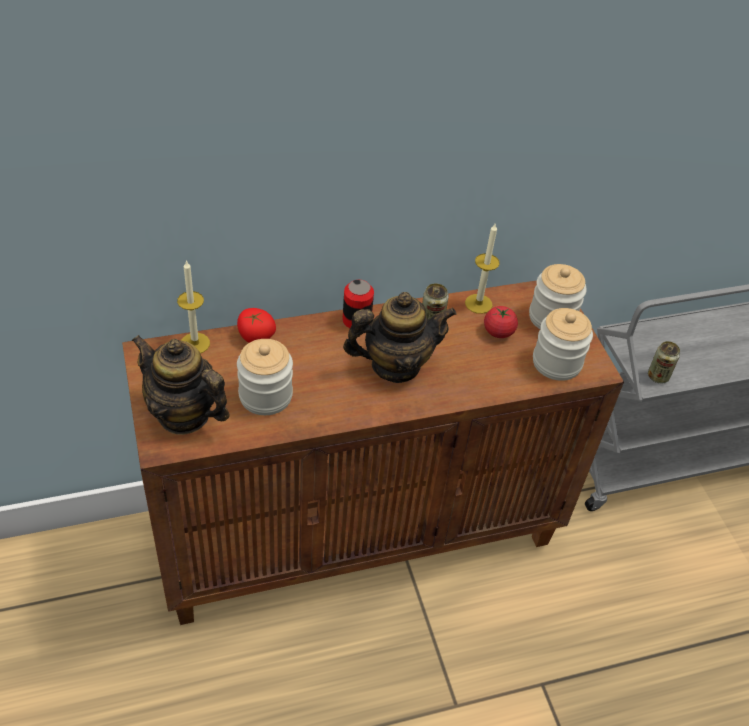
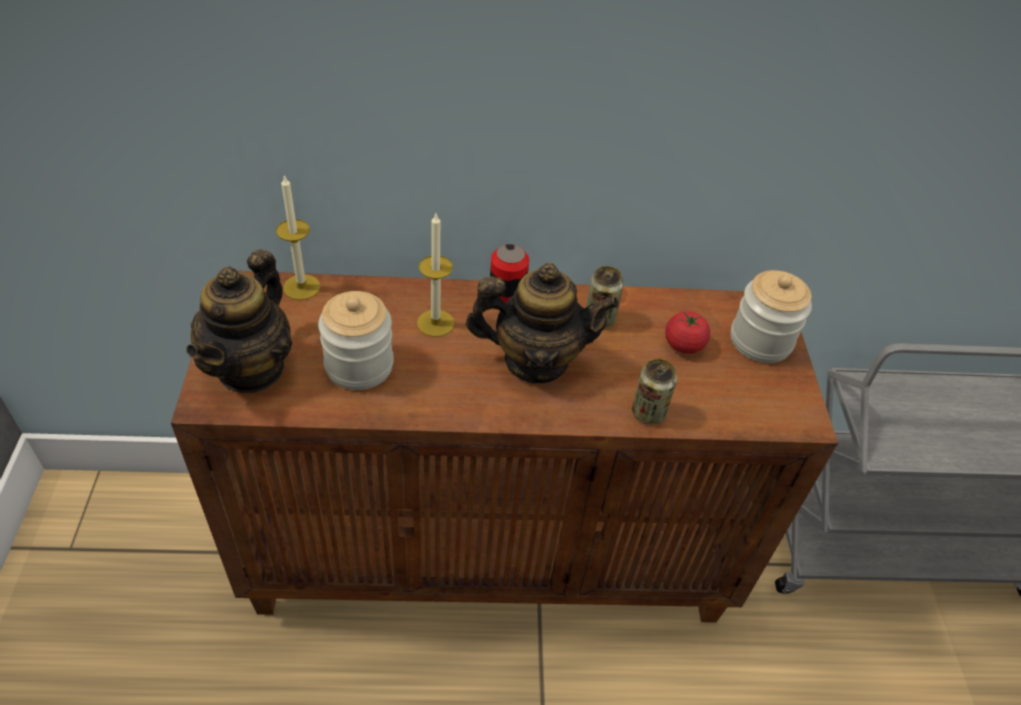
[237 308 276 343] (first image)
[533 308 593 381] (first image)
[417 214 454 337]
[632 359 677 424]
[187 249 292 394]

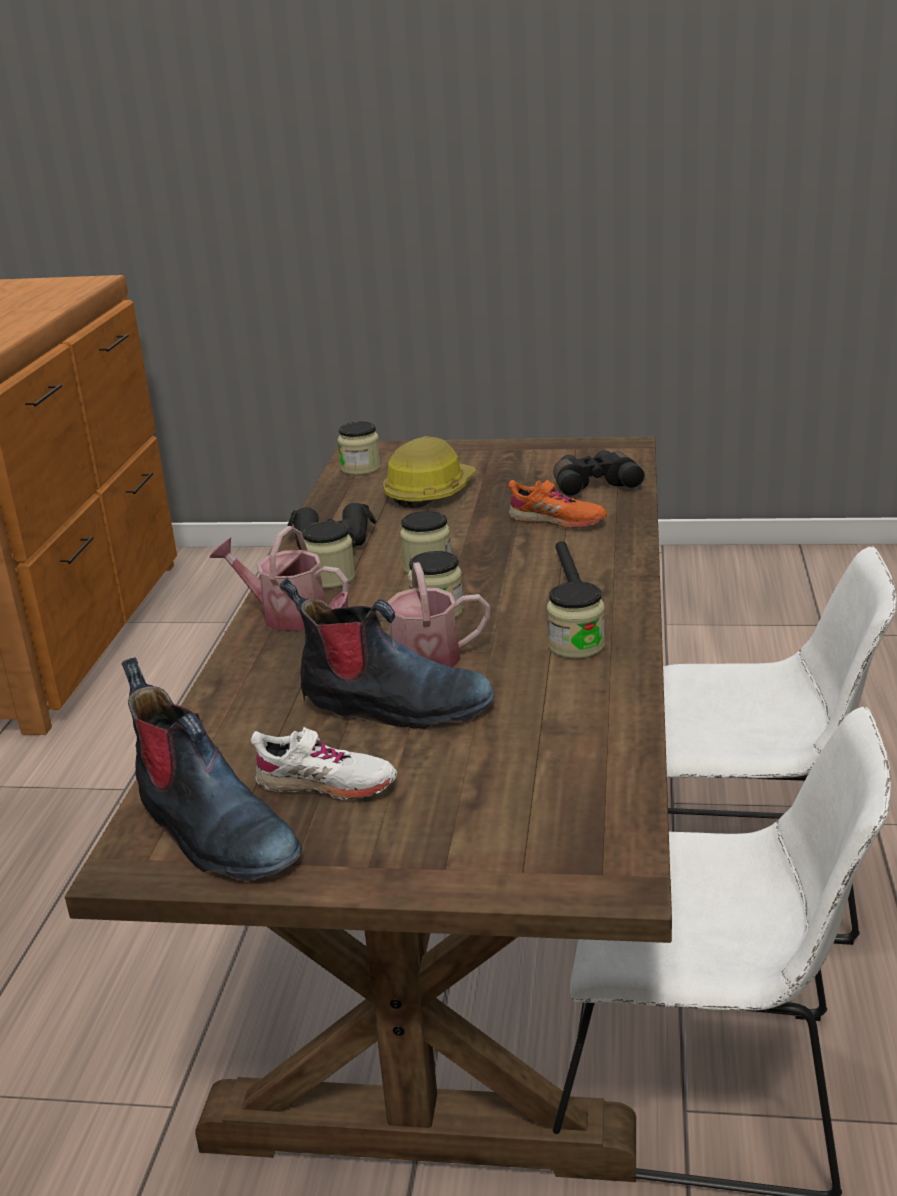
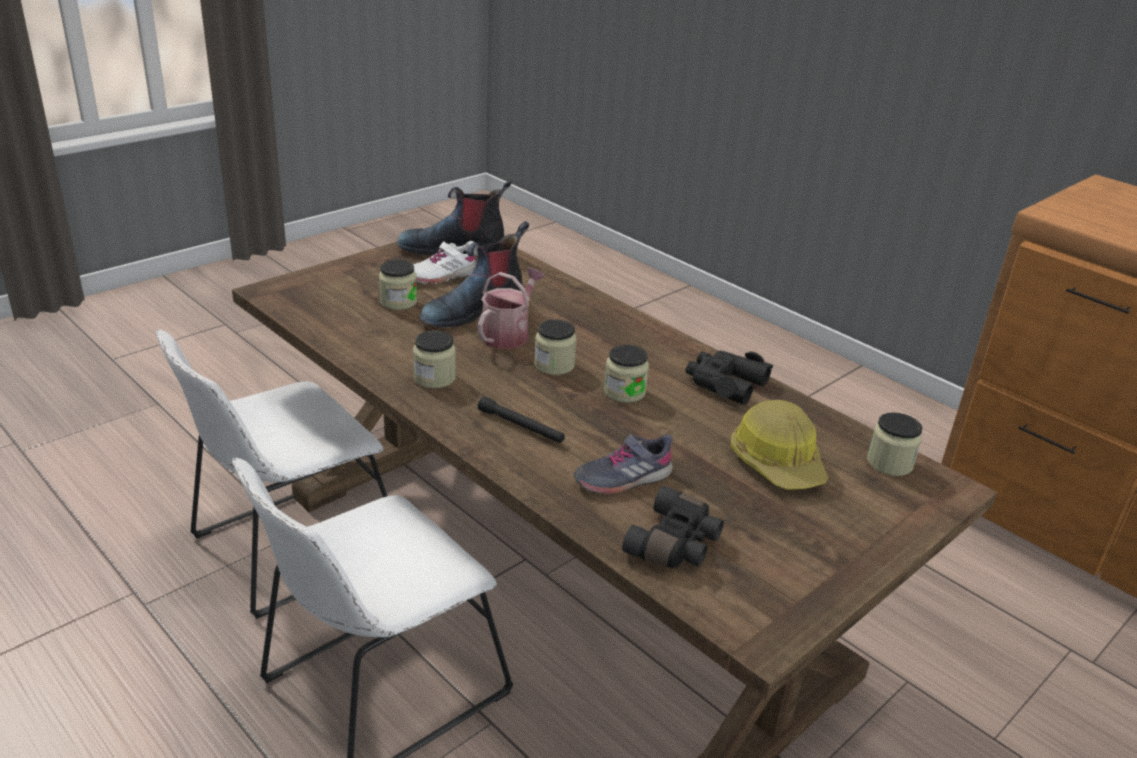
[209 526 349 631] (first image)
[379 259 417 310]
[574 434 673 495]

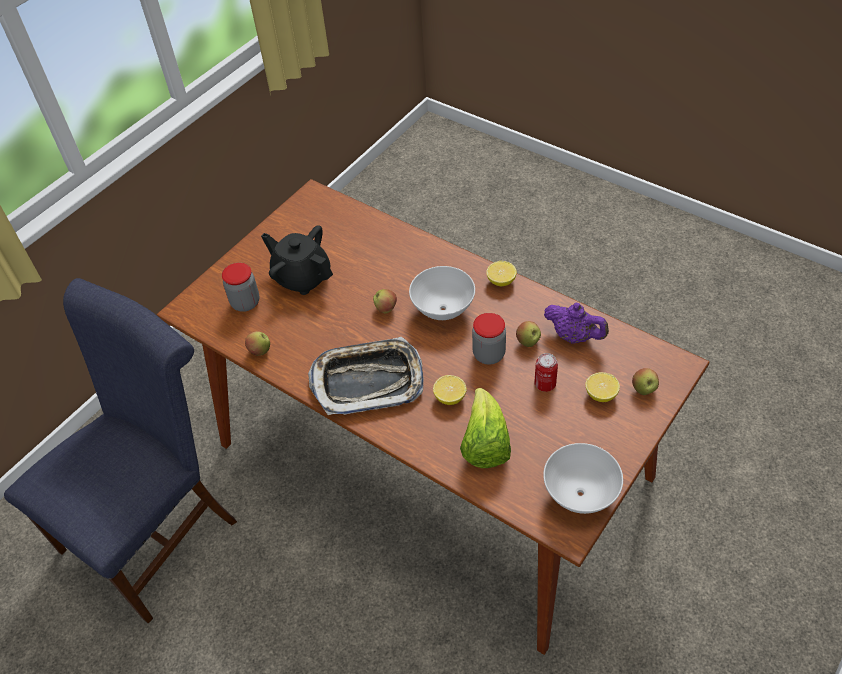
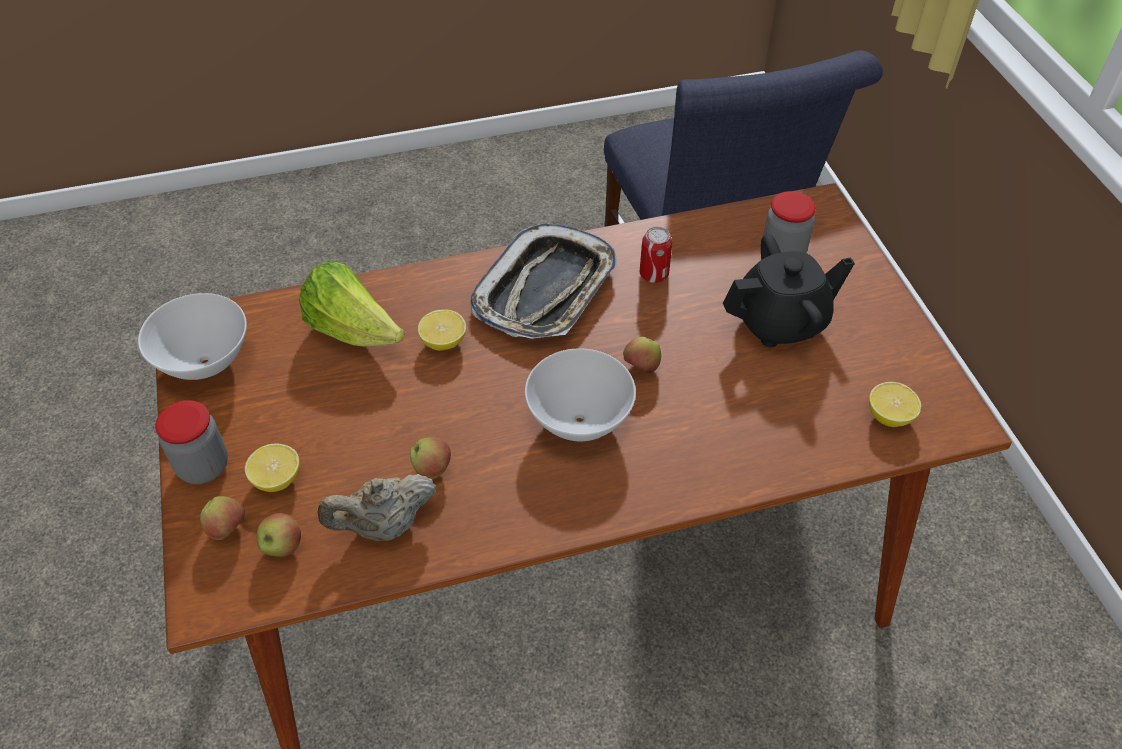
[256 513 301 557]
[155 400 228 484]
[869 382 921 427]
[640 227 672 283]
[318 474 436 541]

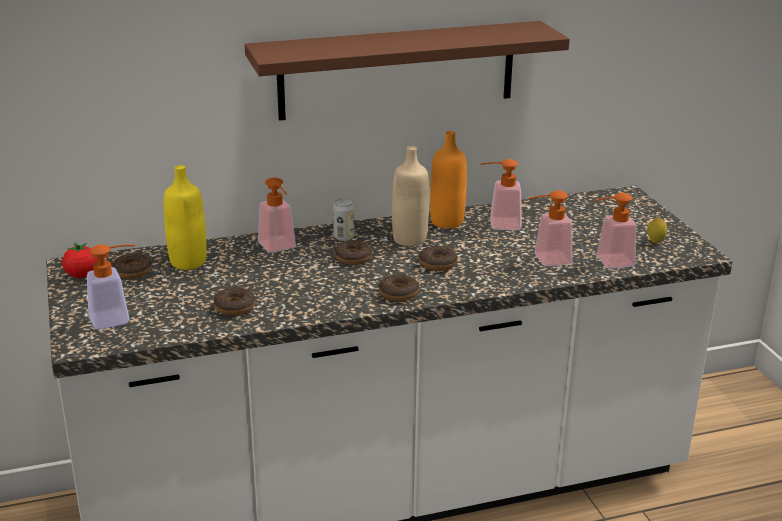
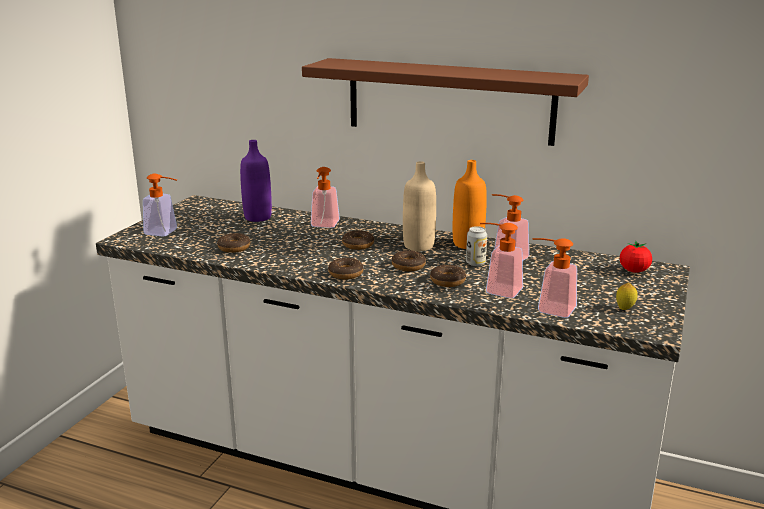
[620 241 652 273]
[430 265 466 287]
[466 226 487 266]
[240 140 272 222]

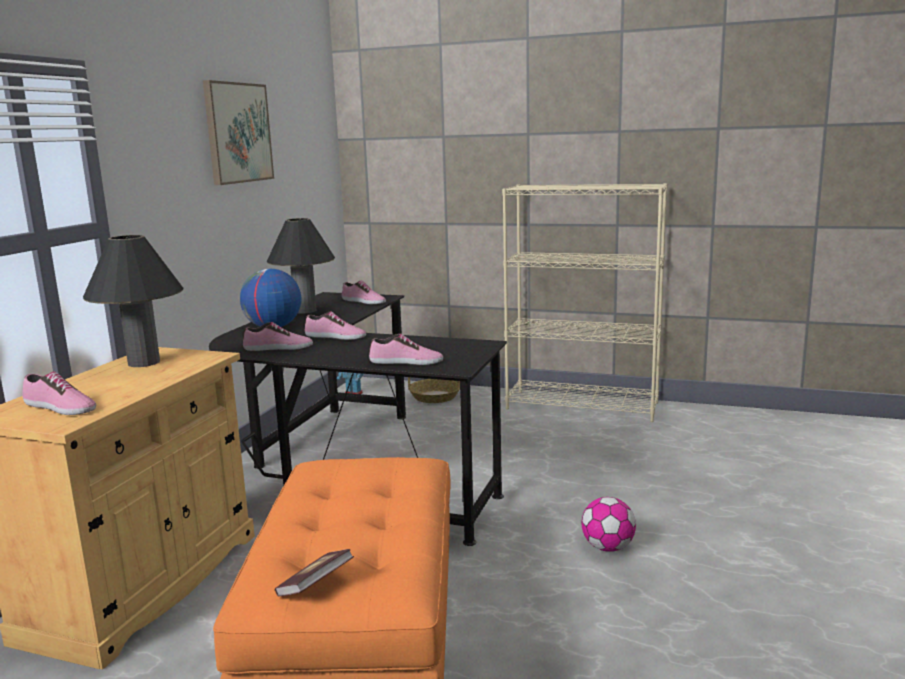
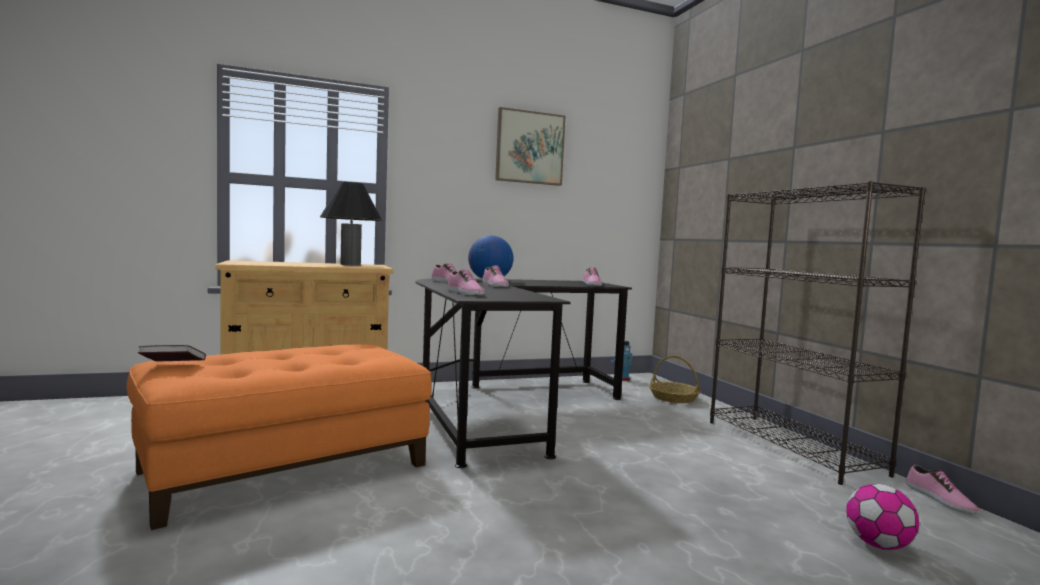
[267 218 335 313] (first image)
[906 465 980 515]
[846 484 919 550]
[710 181 926 485]

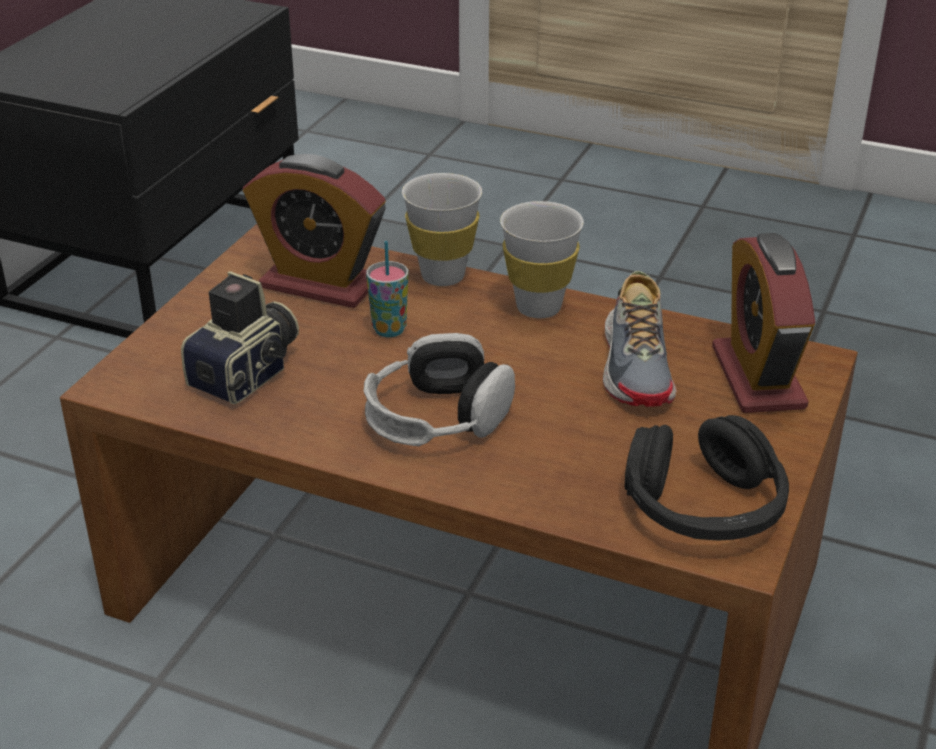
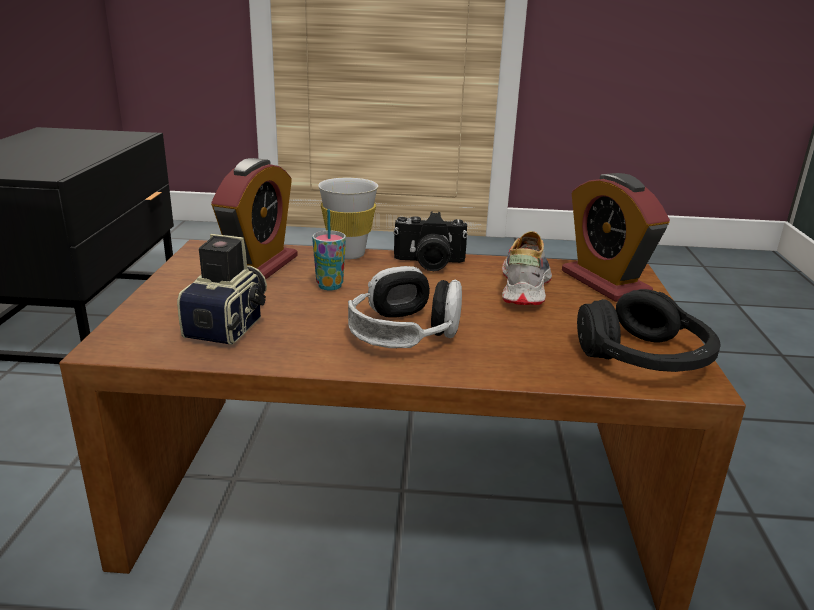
[393 212 468 271]
[211 158 298 279]
[502 231 552 305]

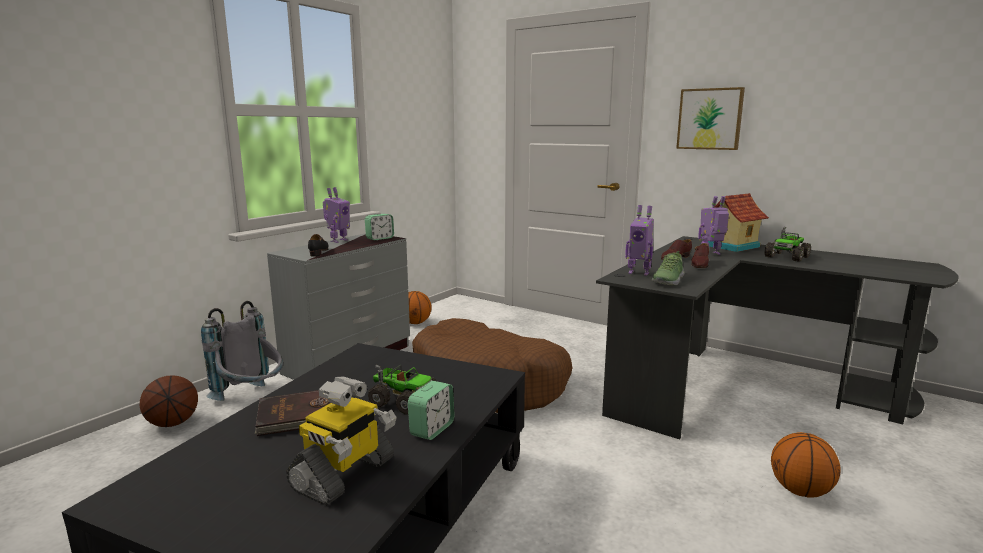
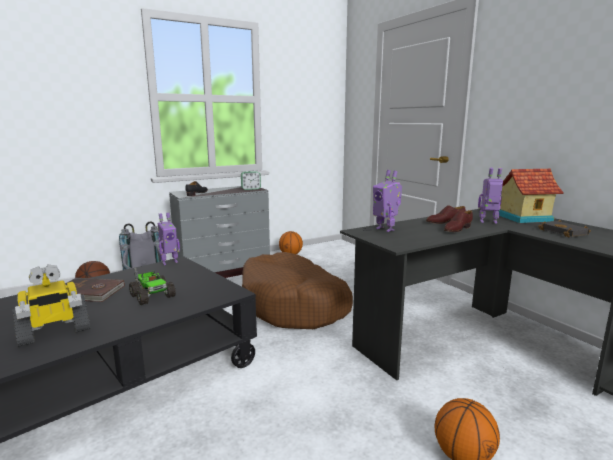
[408 381 455 440] (first image)
[652 251 684 285] (first image)
[676 87 745 150] (first image)
[158 213 180 265]
[538 220 591 238]

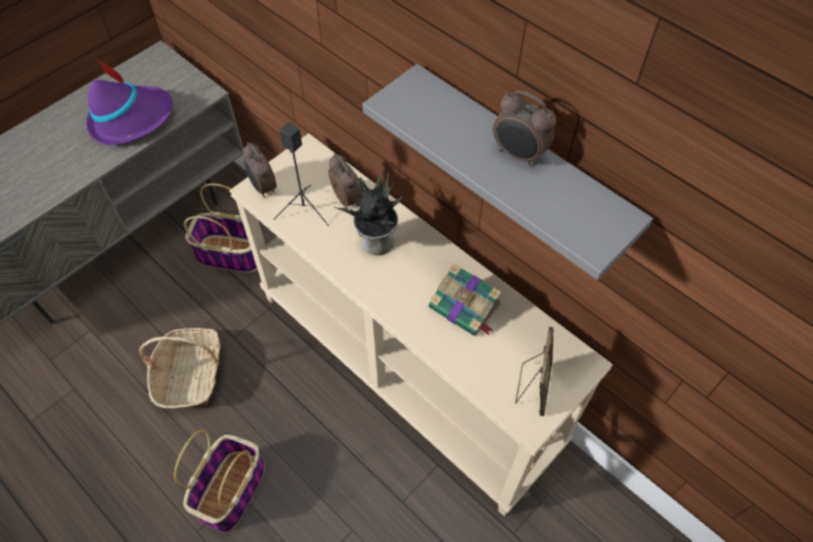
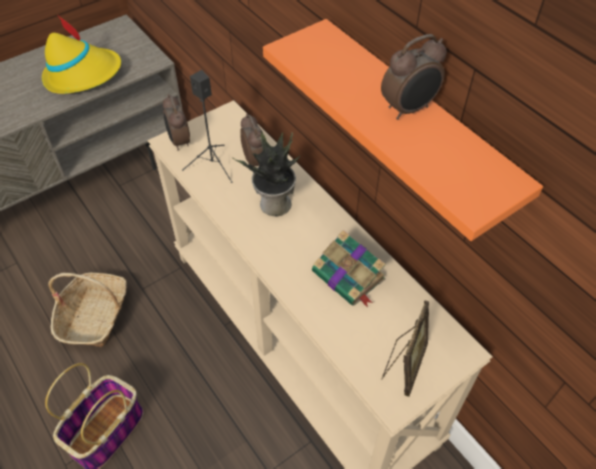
[184 183 257 273] (first image)
[42 14 121 94]
[263 19 543 241]
[381 34 447 120]

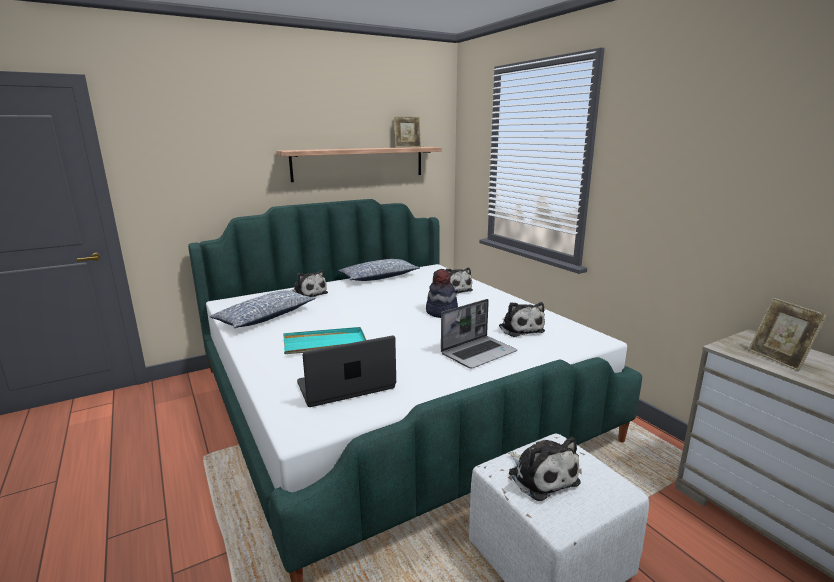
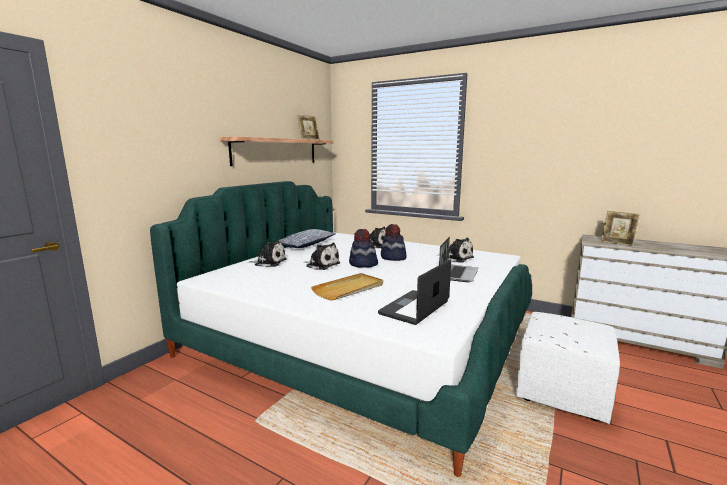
[209 290 315 328] (first image)
[349 229 378 268]
[303 243 341 270]
[311 273 383 301]

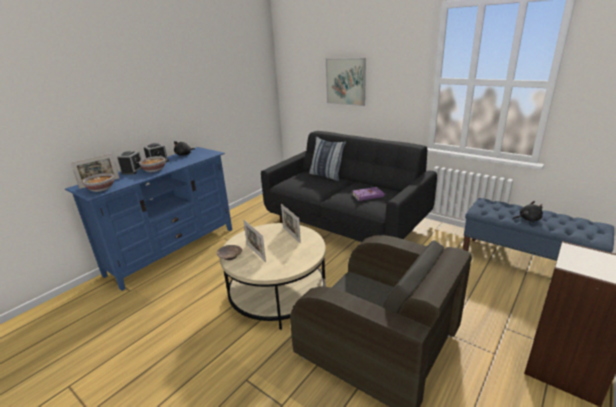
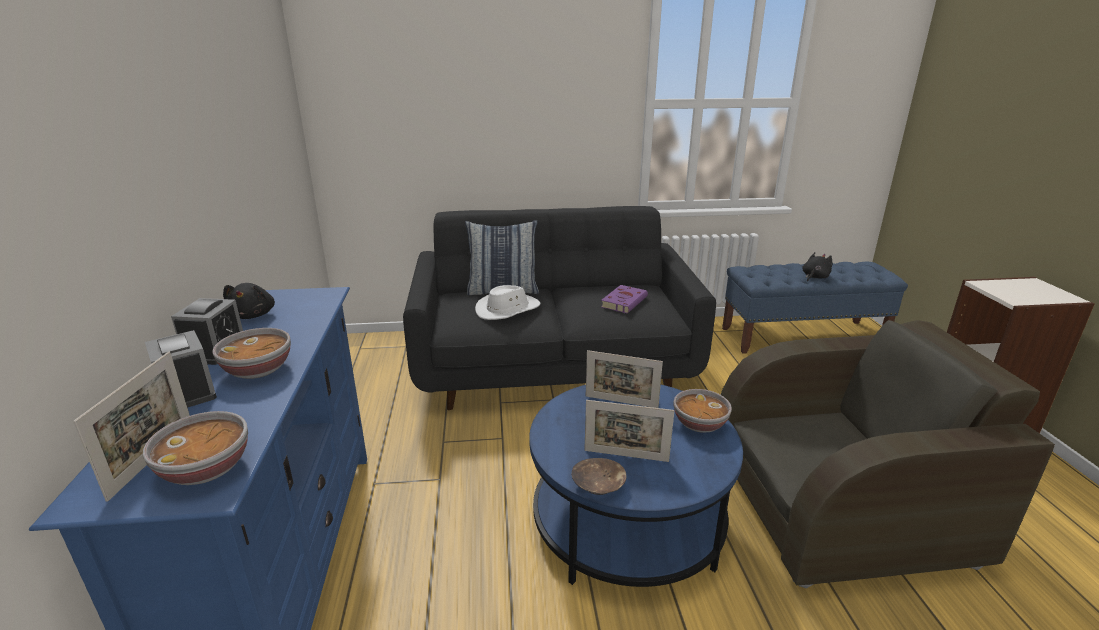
[326 58 366 106] (first image)
[475 285 541 320]
[674 389 732 433]
[529 385 743 587]

